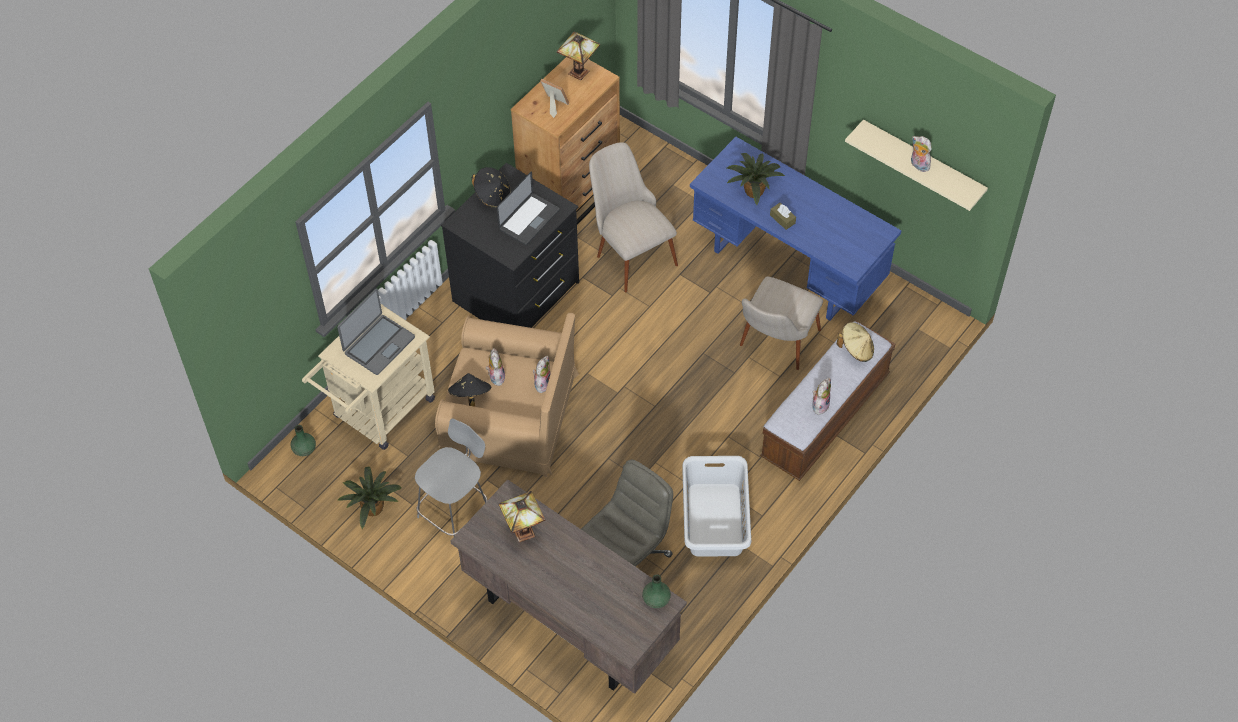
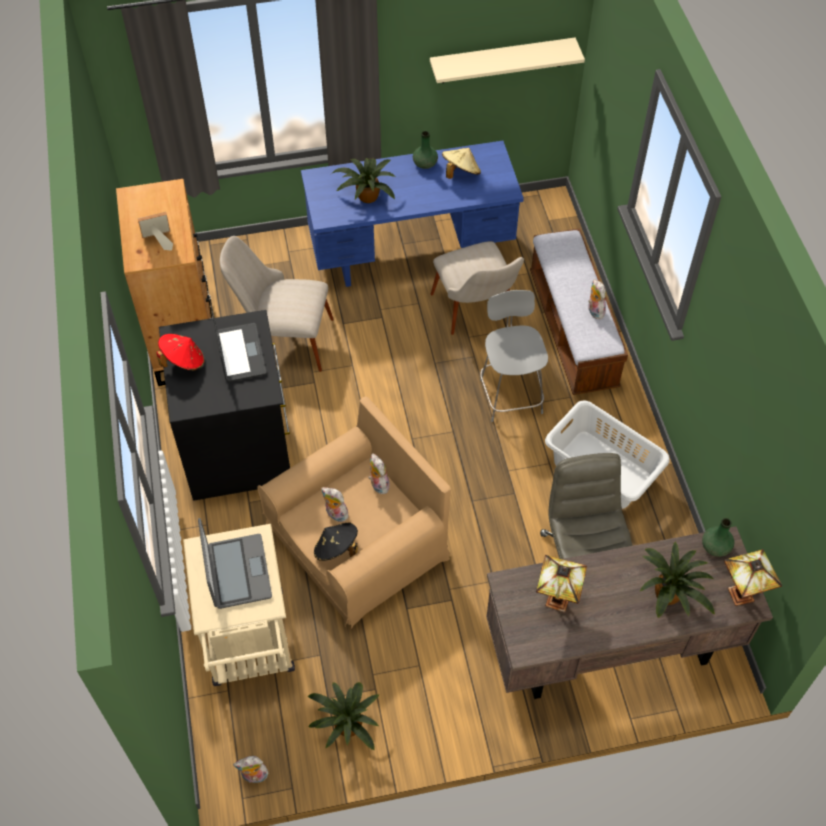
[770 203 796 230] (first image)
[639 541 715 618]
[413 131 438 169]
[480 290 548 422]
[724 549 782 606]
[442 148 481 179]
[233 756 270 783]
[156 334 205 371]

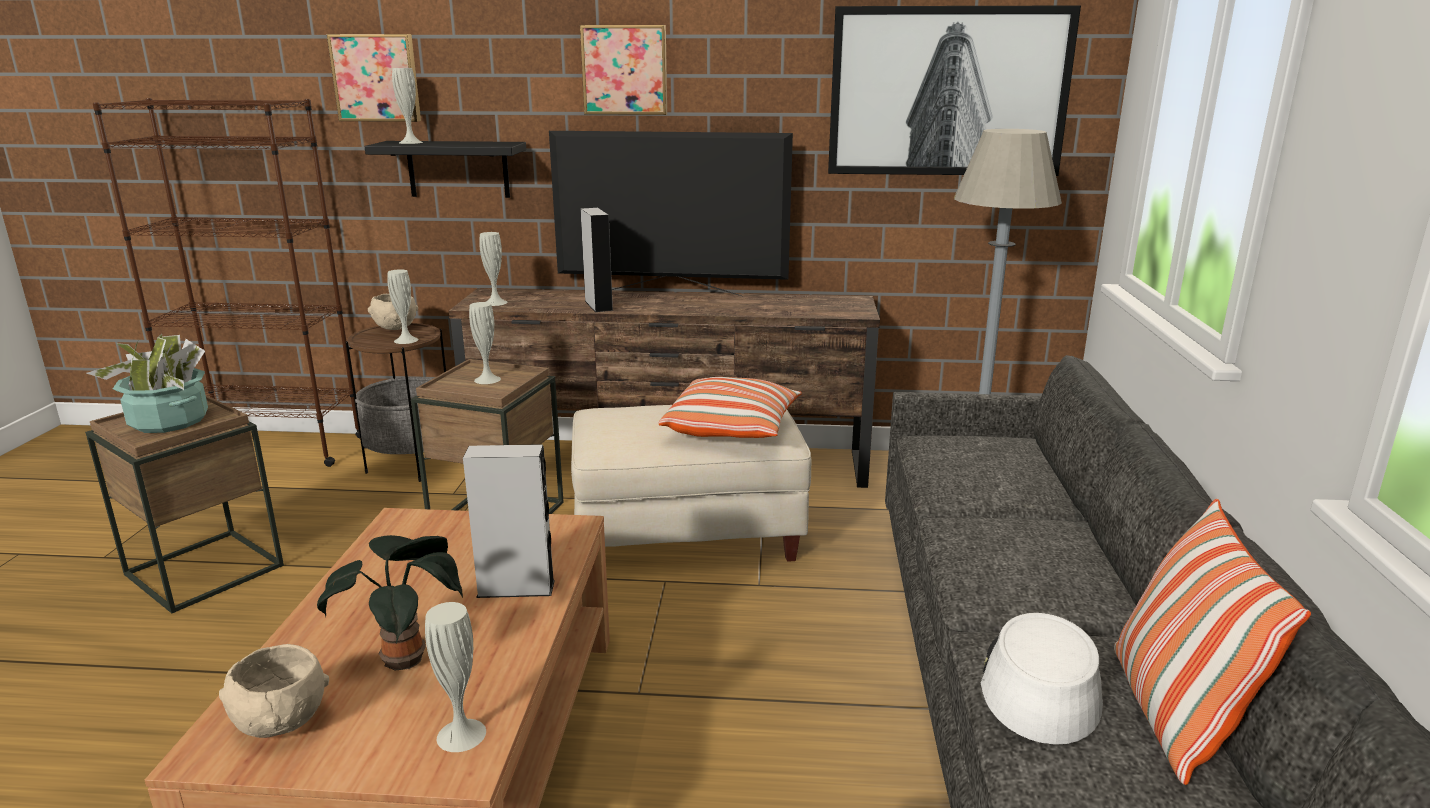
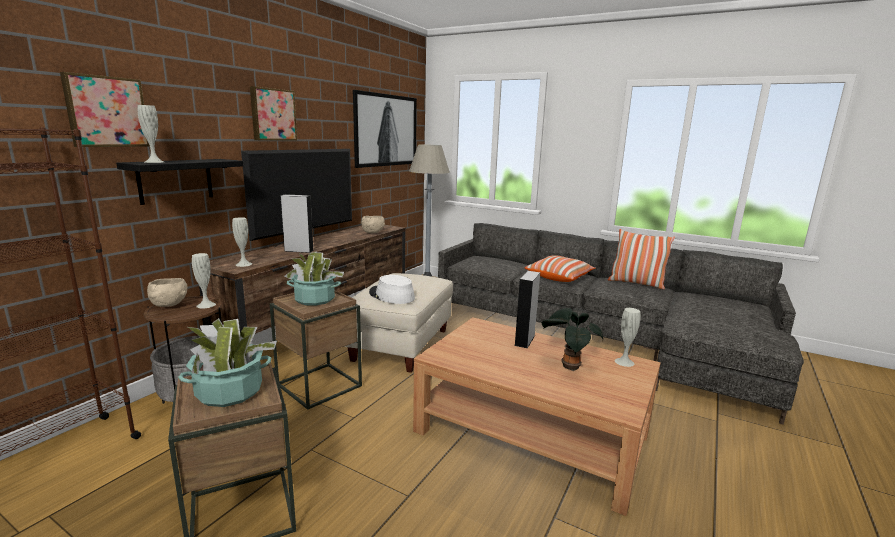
[361 216 385 233]
[525 255 595 282]
[369 275 415 304]
[284 251 344 306]

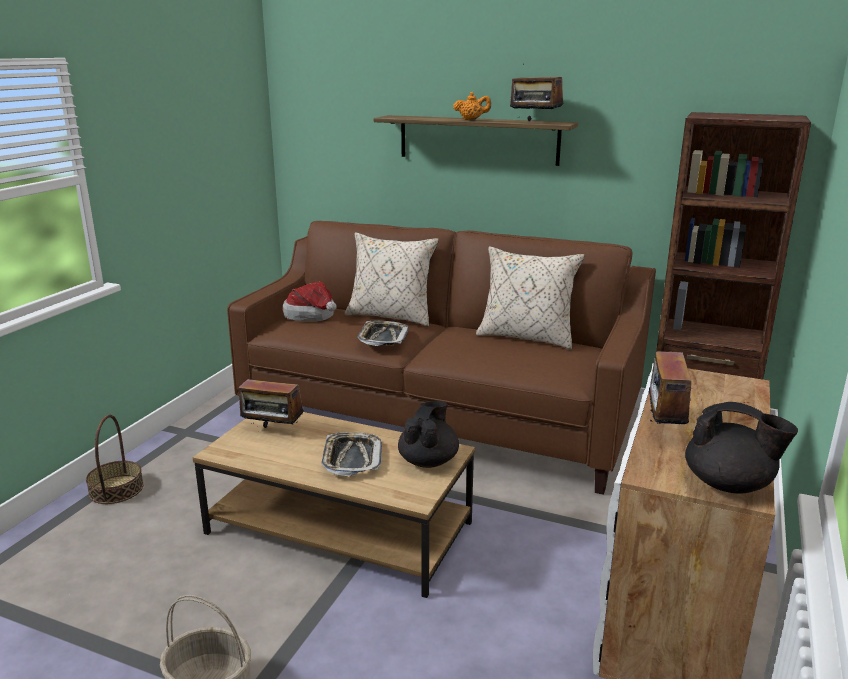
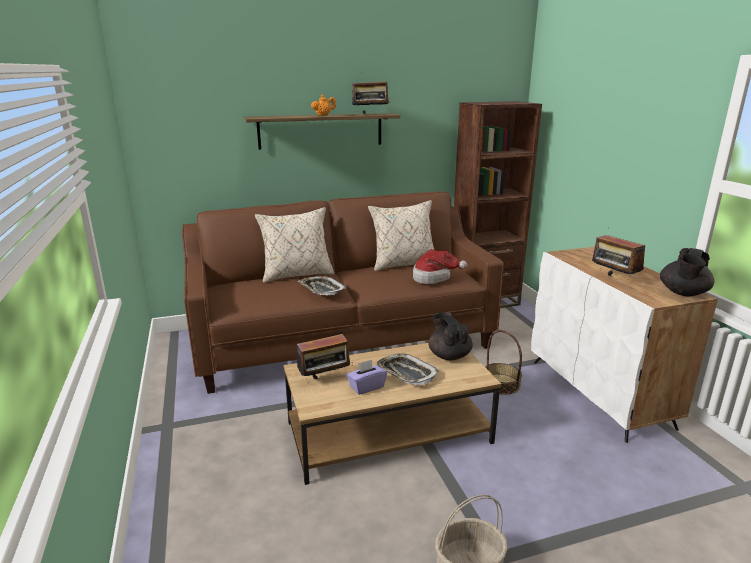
[346 360 387 395]
[485 330 522 395]
[413 249 467 284]
[660 248 714 296]

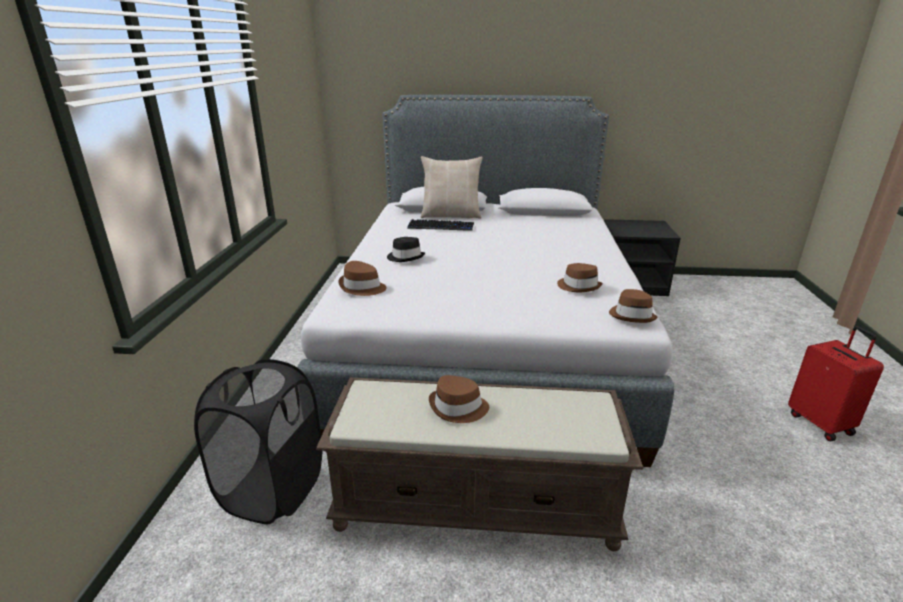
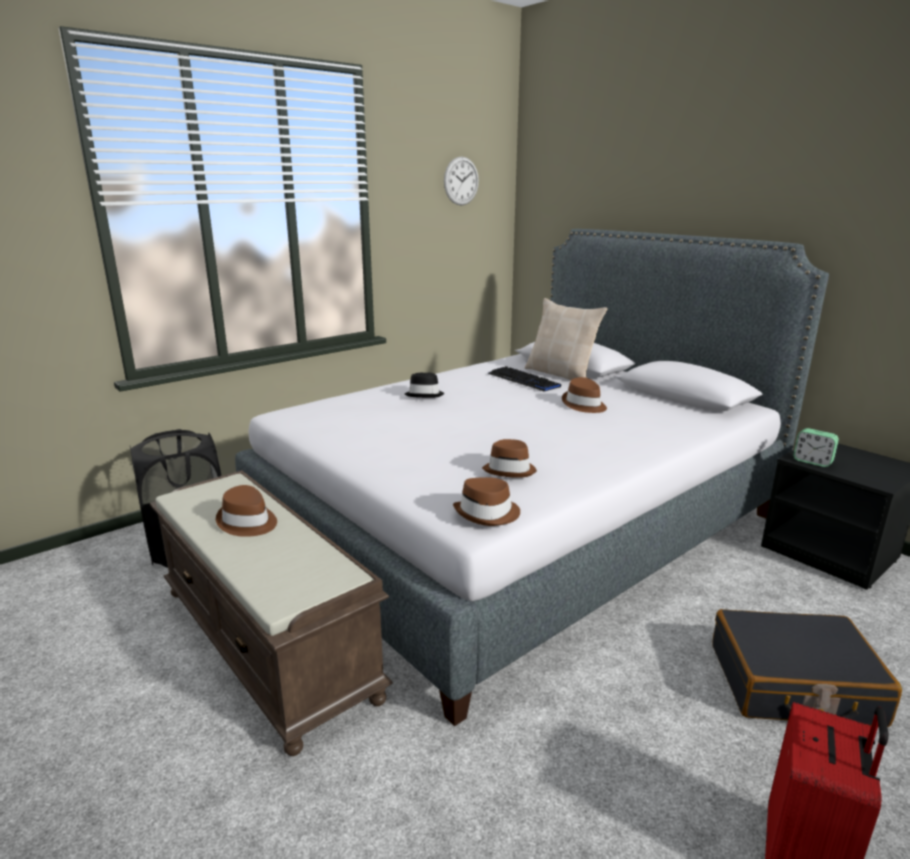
[444 156 479 205]
[712 609 902 727]
[793 428 839 467]
[562 377 607 413]

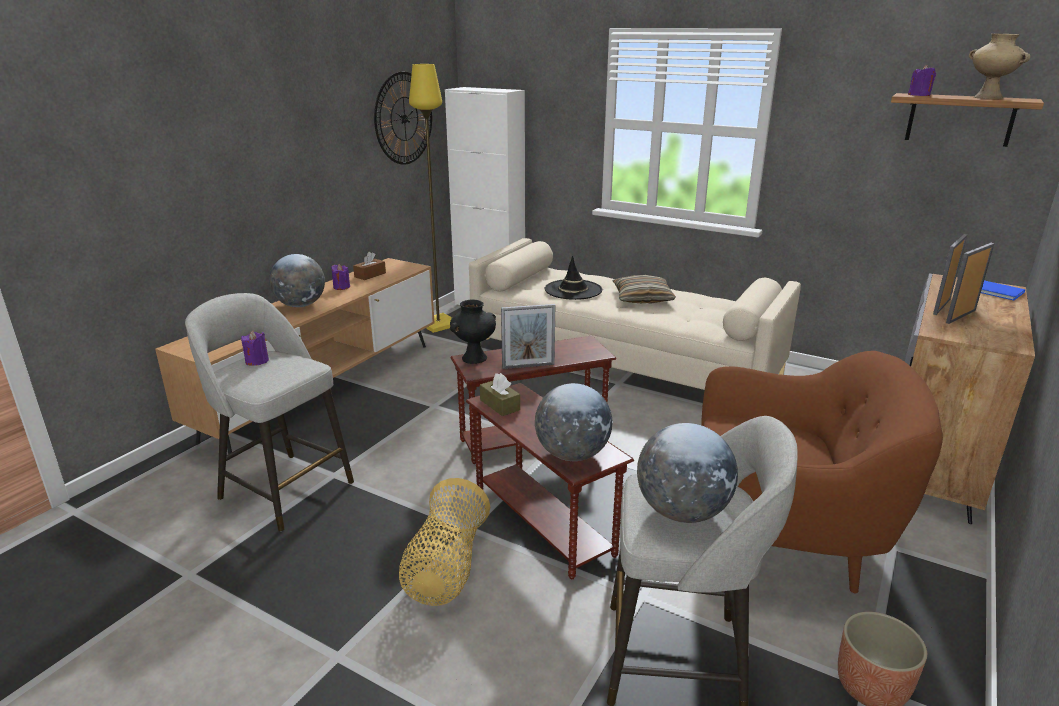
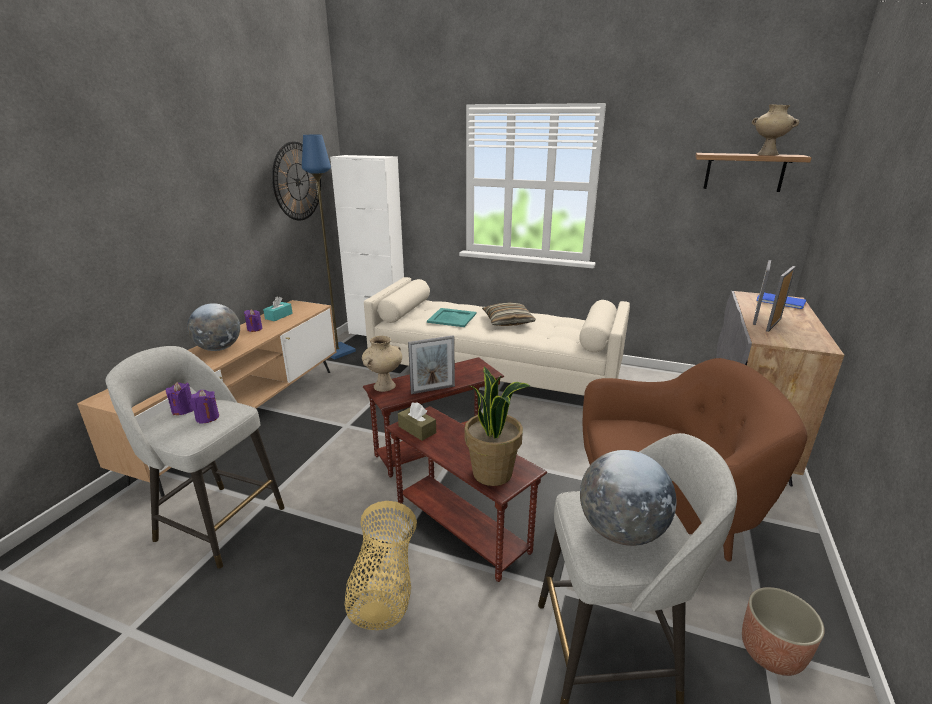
[190 390 219 424]
[465 366 530 486]
[427 308 476 327]
[263 296 293 321]
[302 135 356 359]
[362 336 402 392]

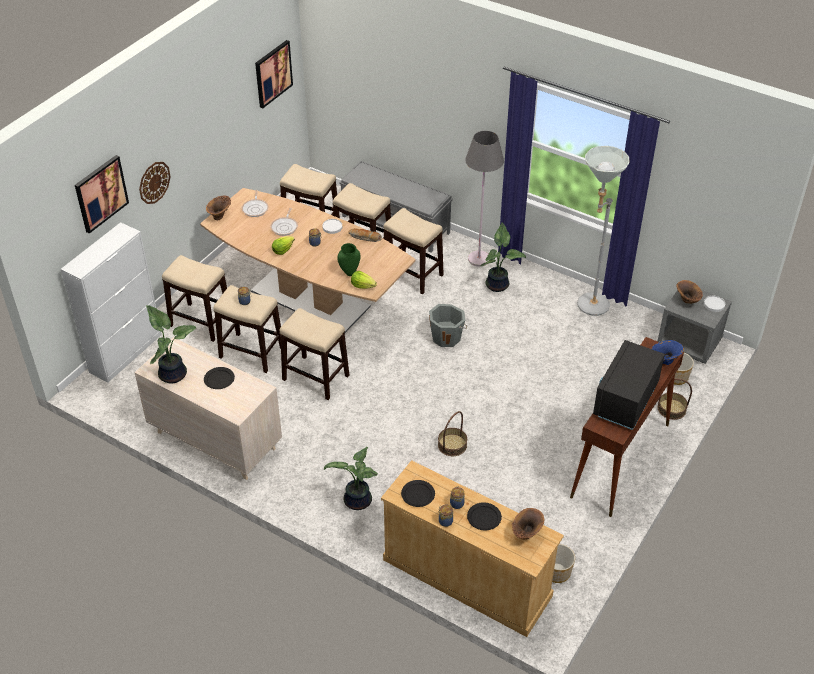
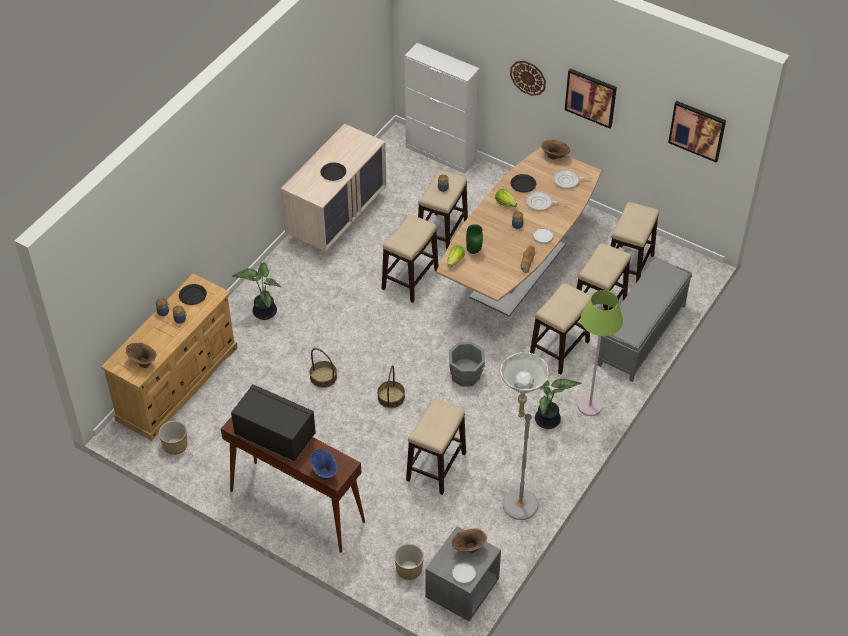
[146 305 197 384] (first image)
[565 68 617 129]
[406 399 466 495]
[510 174 536 192]
[377 365 405 408]
[578 290 623 416]

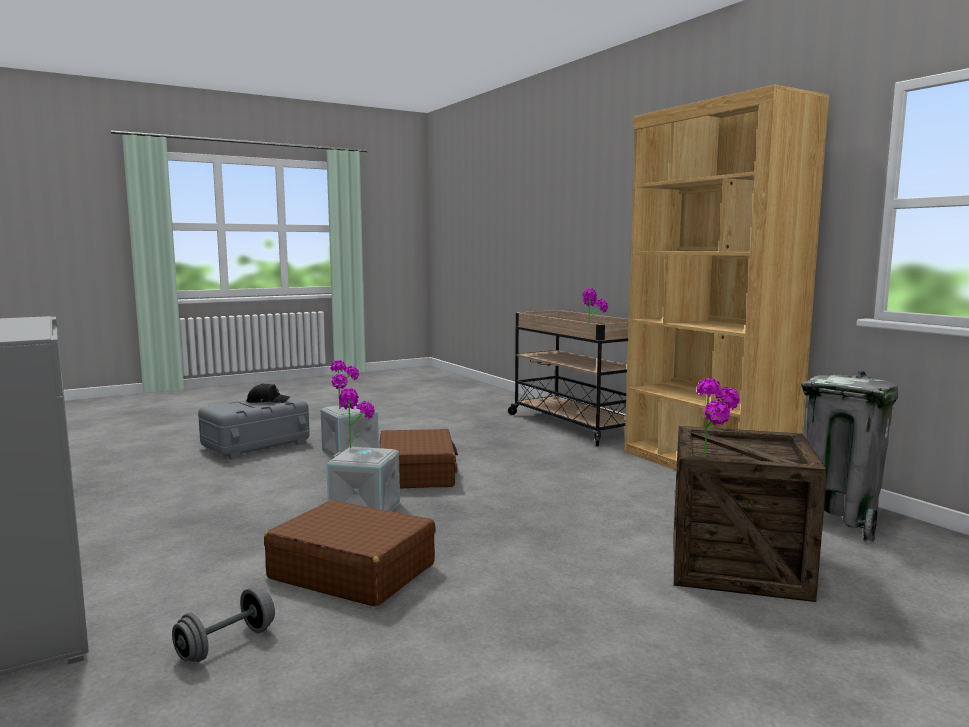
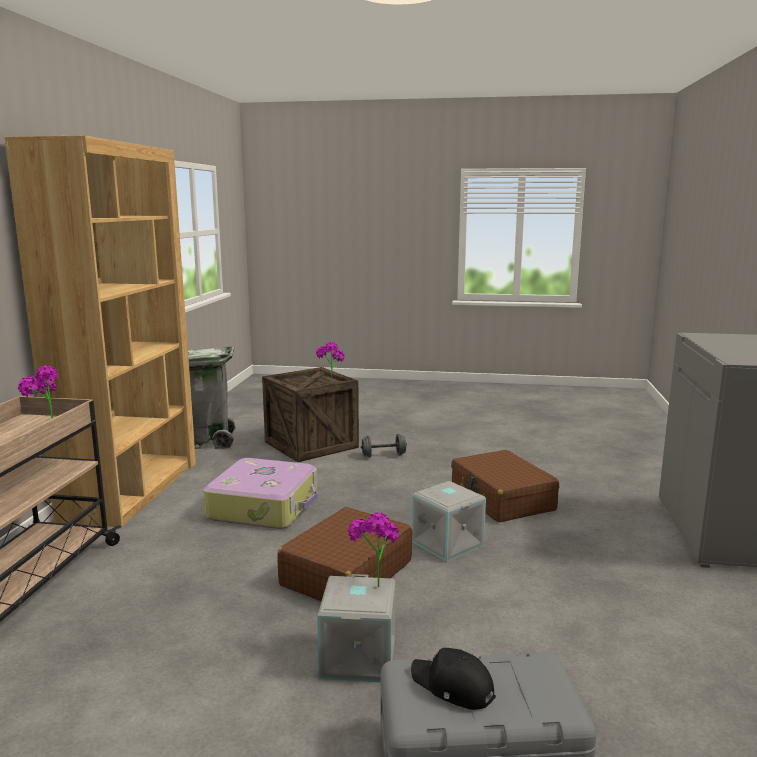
[339 388 375 448] (first image)
[203 458 318 529]
[361 434 407 458]

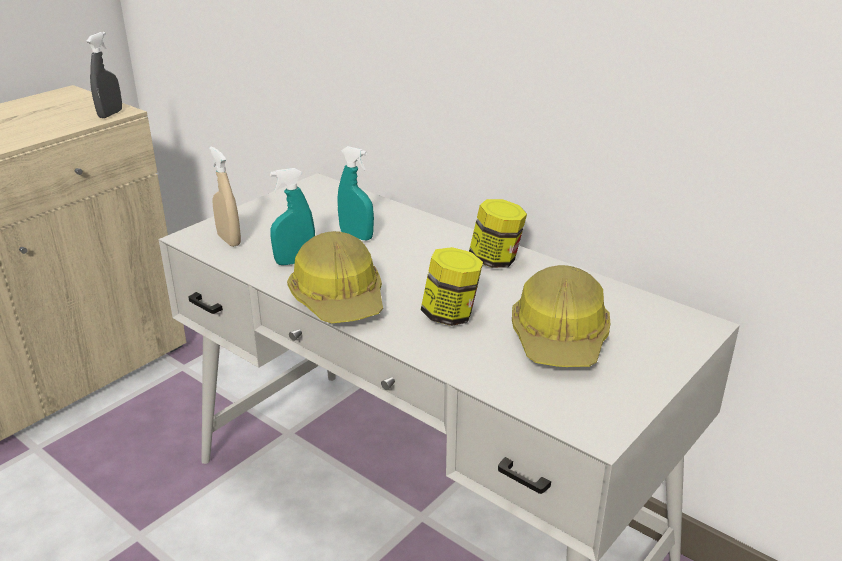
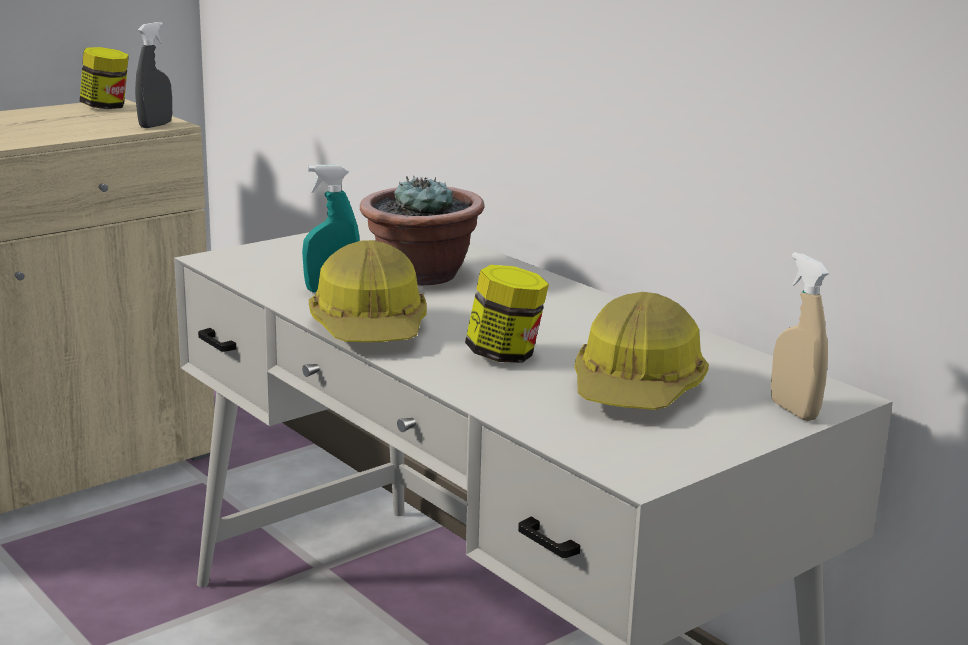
[771 252 829 421]
[80 47 129 109]
[360 176 485 285]

